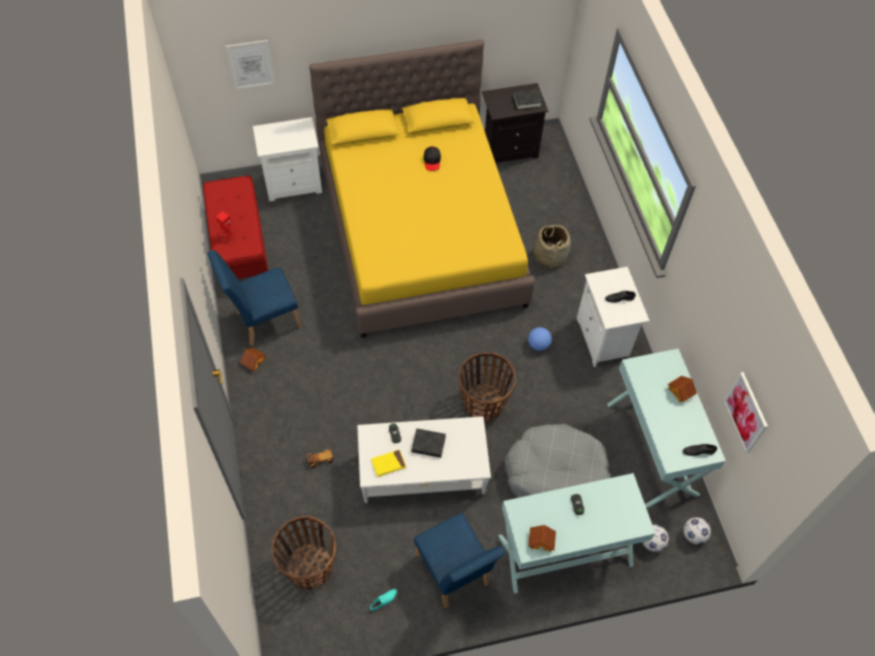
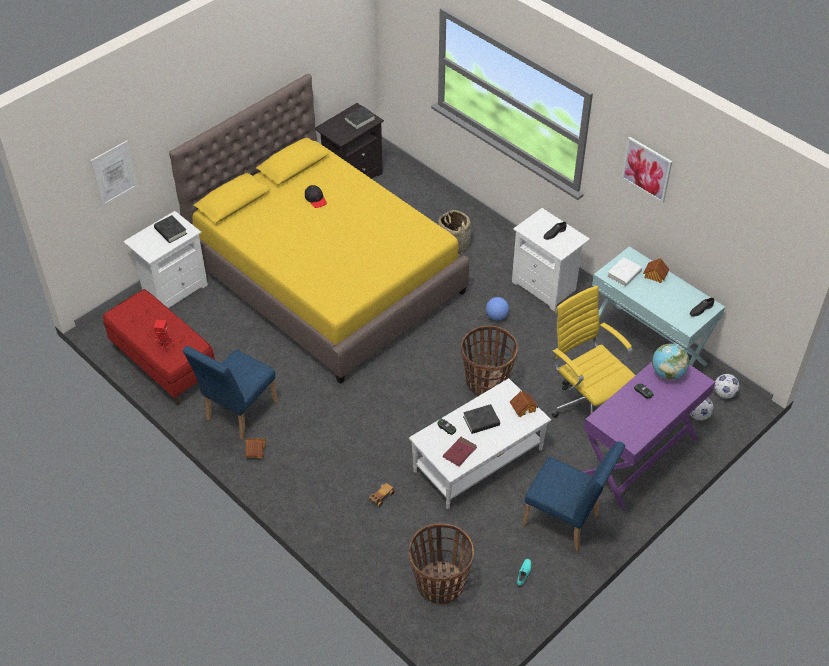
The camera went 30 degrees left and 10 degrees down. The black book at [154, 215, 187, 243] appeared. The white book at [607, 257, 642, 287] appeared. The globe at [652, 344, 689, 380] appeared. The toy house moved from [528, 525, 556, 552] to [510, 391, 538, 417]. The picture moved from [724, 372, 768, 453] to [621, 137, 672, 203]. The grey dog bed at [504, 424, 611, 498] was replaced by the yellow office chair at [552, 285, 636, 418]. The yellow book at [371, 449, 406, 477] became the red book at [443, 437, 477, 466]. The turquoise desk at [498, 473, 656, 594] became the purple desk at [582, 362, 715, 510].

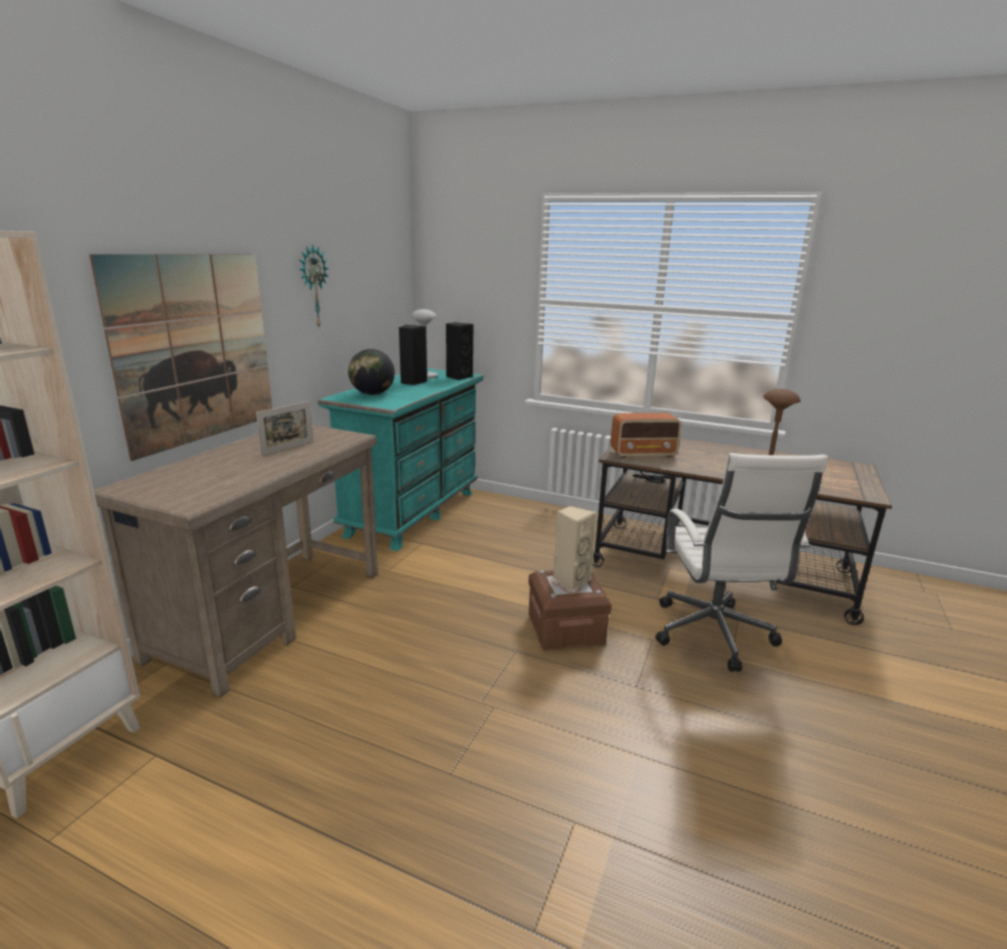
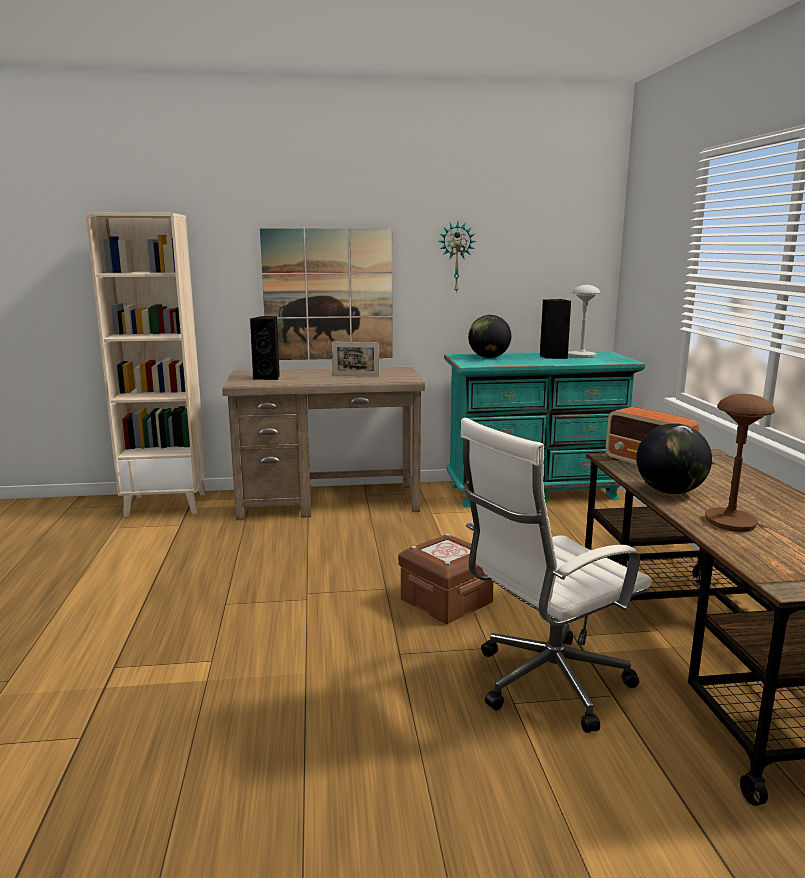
The camera went 60 degrees right and 5 degrees down. The beige speaker at [553, 505, 597, 592] disappeared. The globe at [636, 423, 712, 494] appeared. The black speaker moved from [446, 322, 473, 380] to [250, 316, 280, 380].

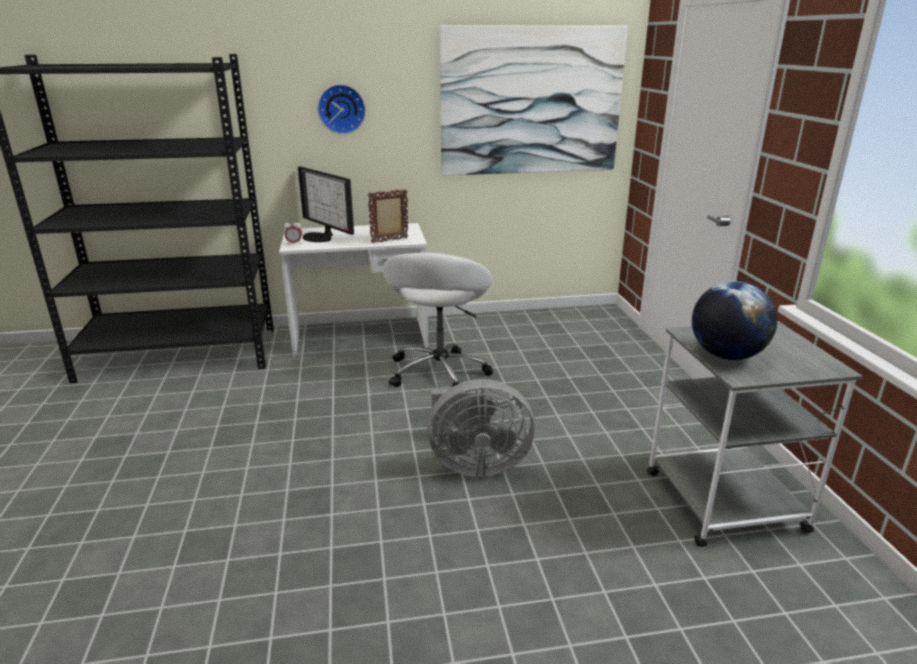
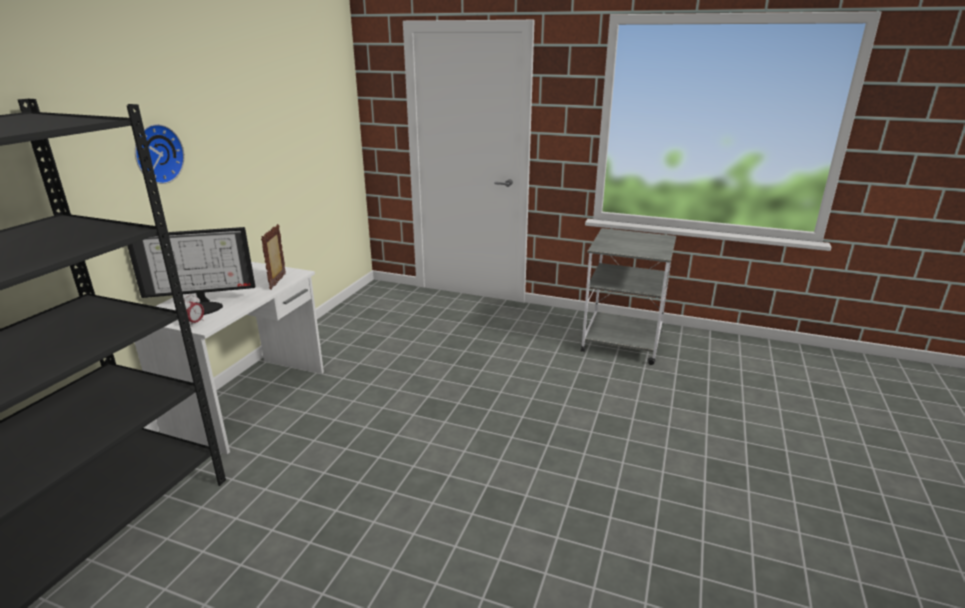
The camera went 60 degrees left and 0 degrees up. The white office chair at [384, 253, 493, 387] disappeared. The grey fan at [427, 379, 535, 477] disappeared. The picture at [440, 25, 628, 176] disappeared. The globe at [692, 281, 777, 360] disappeared.

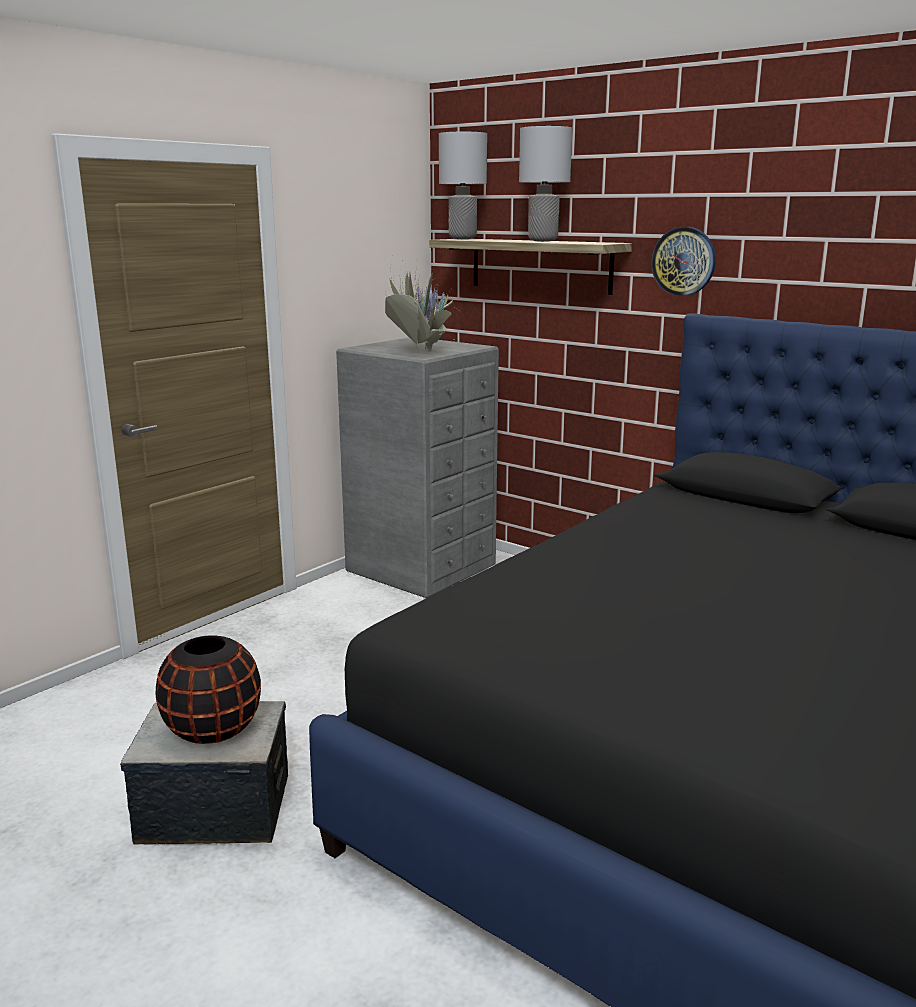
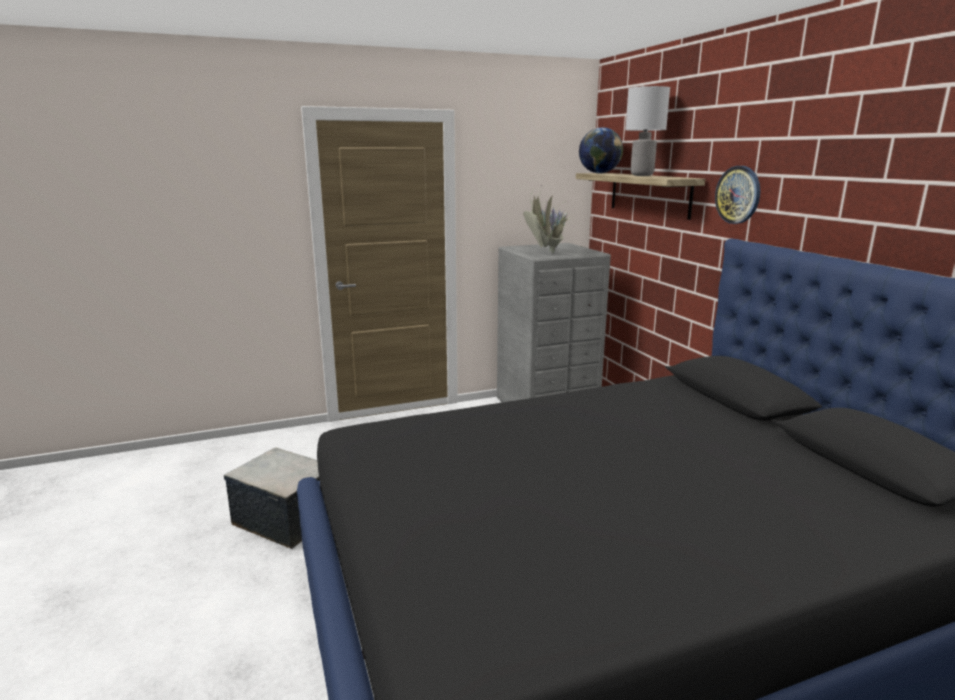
The camera went 30 degrees right and 0 degrees up. The black vase at [156, 635, 261, 744] disappeared. The grey table lamp at [439, 132, 487, 239] was replaced by the globe at [579, 127, 623, 173].

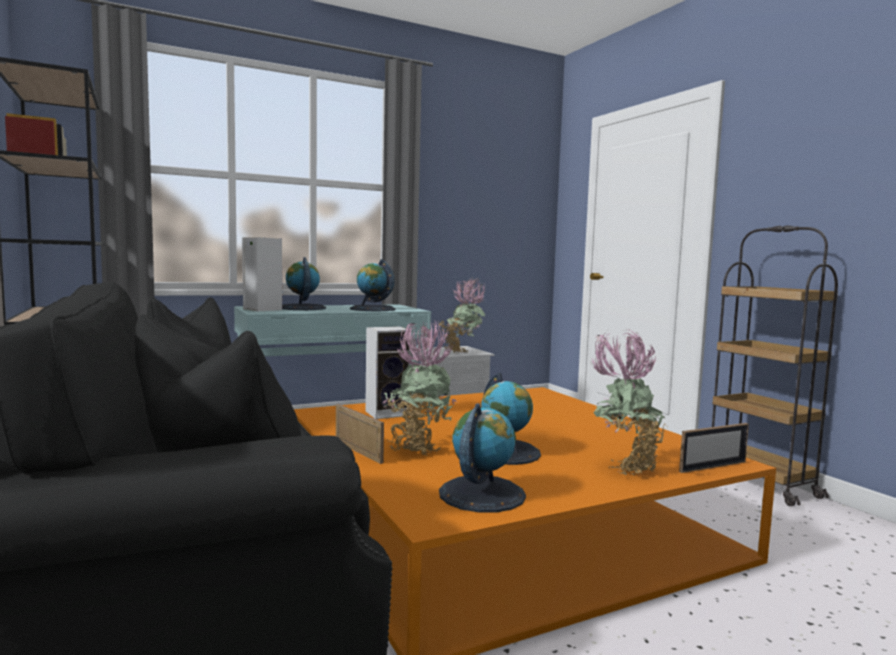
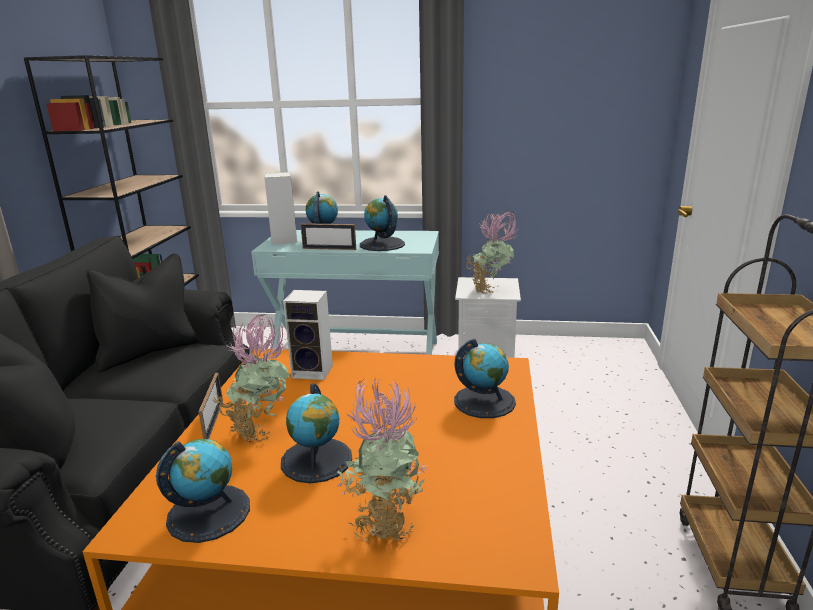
The camera went 35 degrees right and 15 degrees up. The globe at [454, 339, 516, 418] appeared. The picture frame moved from [679, 423, 749, 473] to [301, 223, 356, 250].

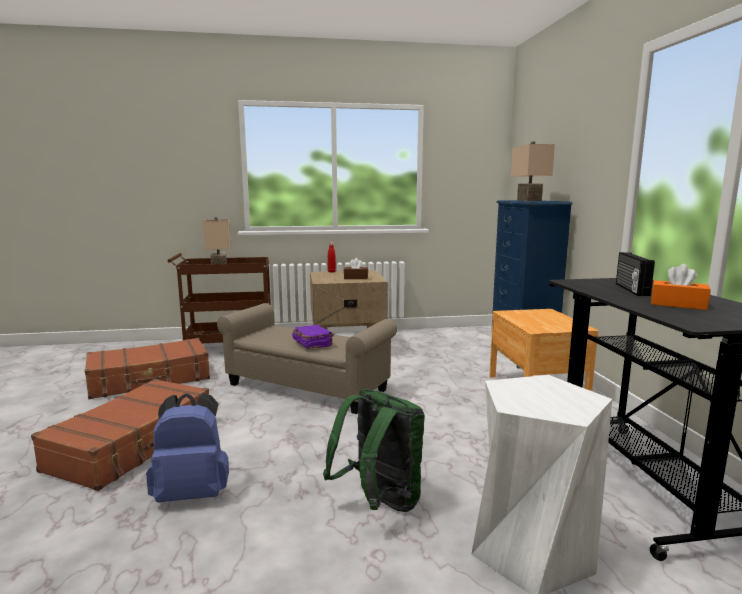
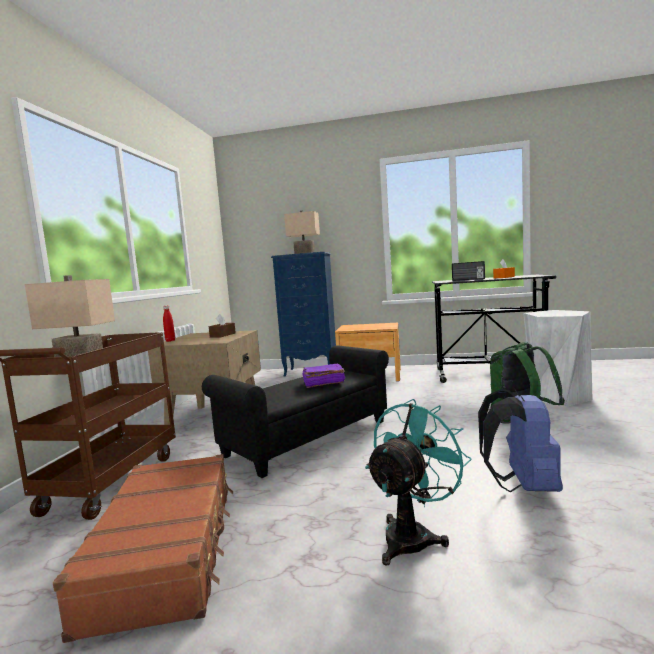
The camera went 70 degrees left and 5 degrees down. The brown suitcase at [31, 379, 209, 491] was replaced by the turquoise fan at [365, 399, 472, 566]. The beige ottoman at [217, 303, 397, 414] became the black ottoman at [202, 345, 389, 478].

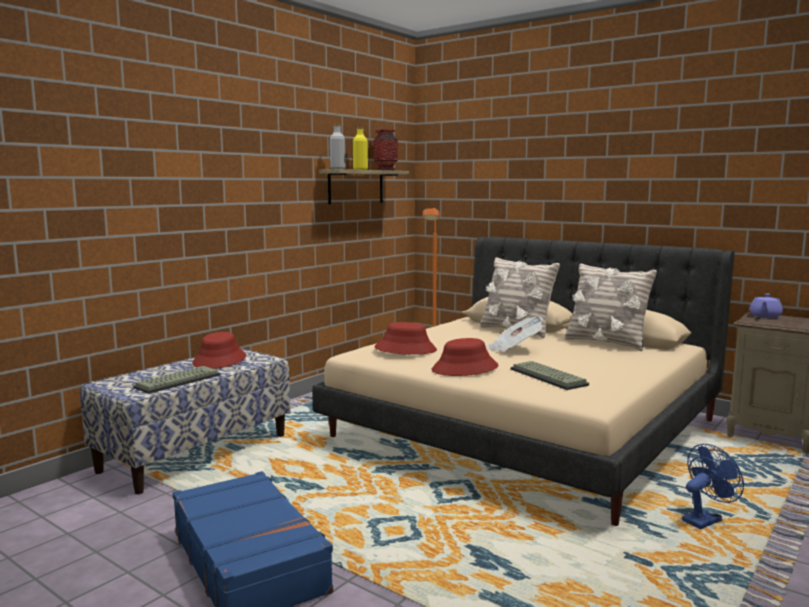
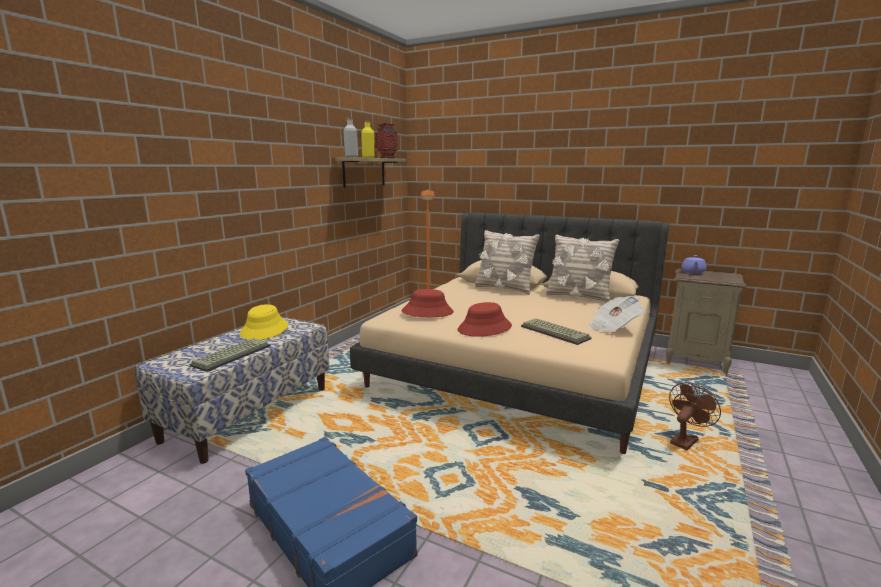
The camera went 10 degrees left and 5 degrees up. The newspaper moved from [486, 317, 543, 352] to [587, 296, 644, 333]. The red hat at [192, 332, 246, 369] became the yellow hat at [240, 304, 288, 340]. The blue fan at [682, 444, 744, 529] became the brown fan at [669, 382, 721, 450].

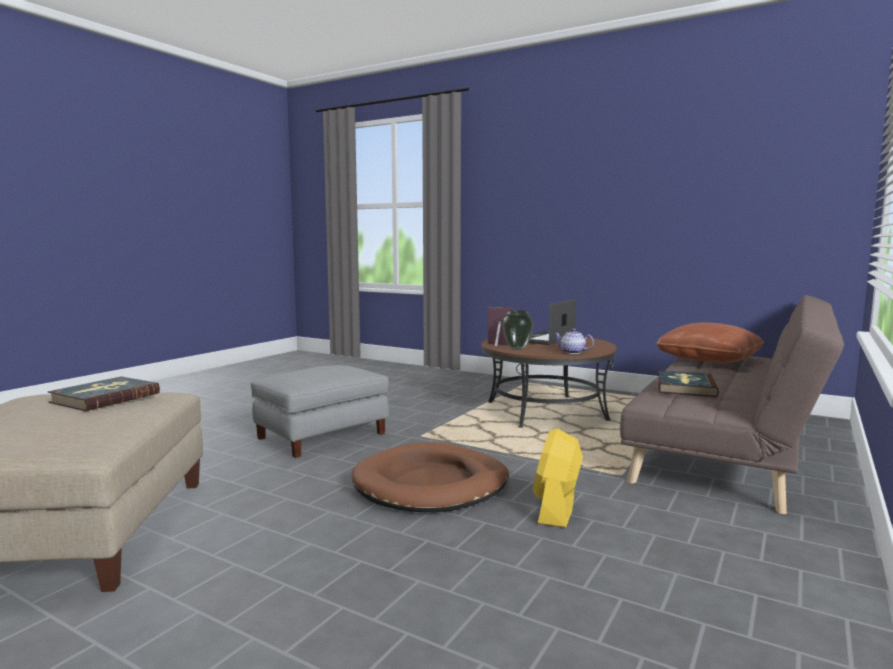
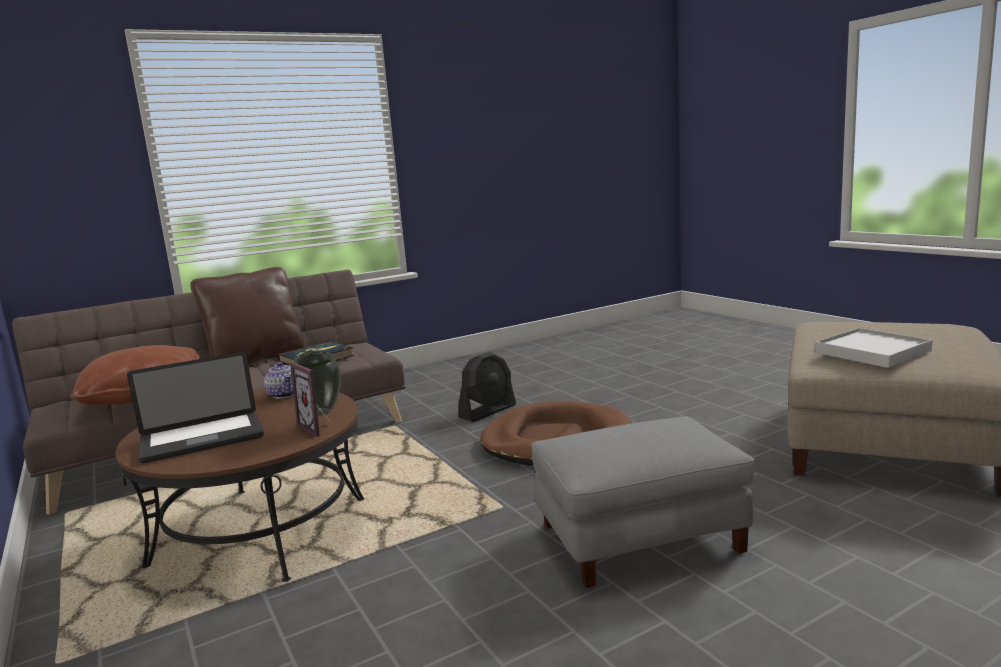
The camera went 150 degrees left and 5 degrees up. The brown pillow at [190, 267, 305, 364] appeared. The book at [48, 376, 160, 411] was replaced by the white tray at [815, 328, 933, 368]. The yellow fan at [533, 429, 583, 528] became the black fan at [458, 352, 516, 422].

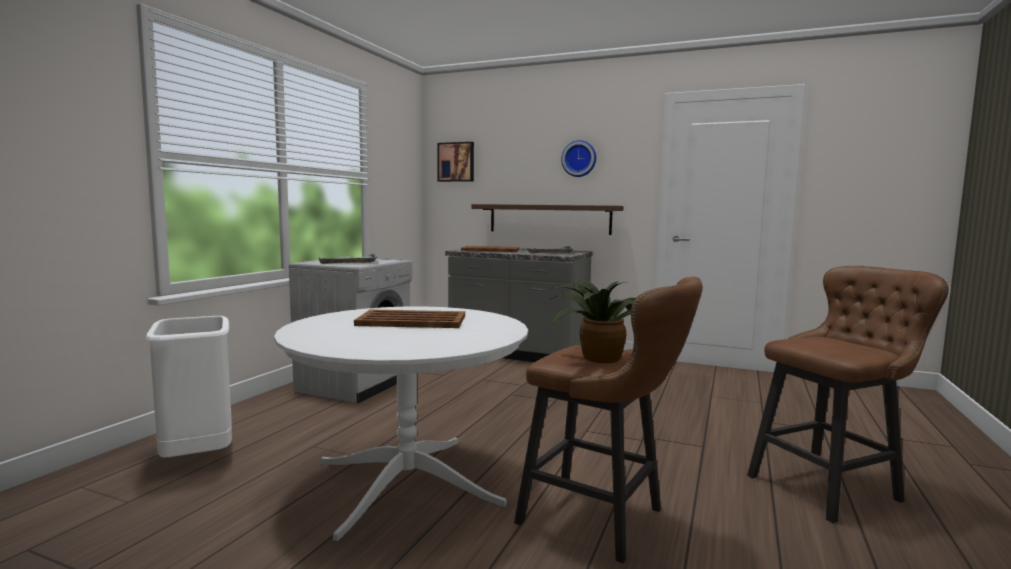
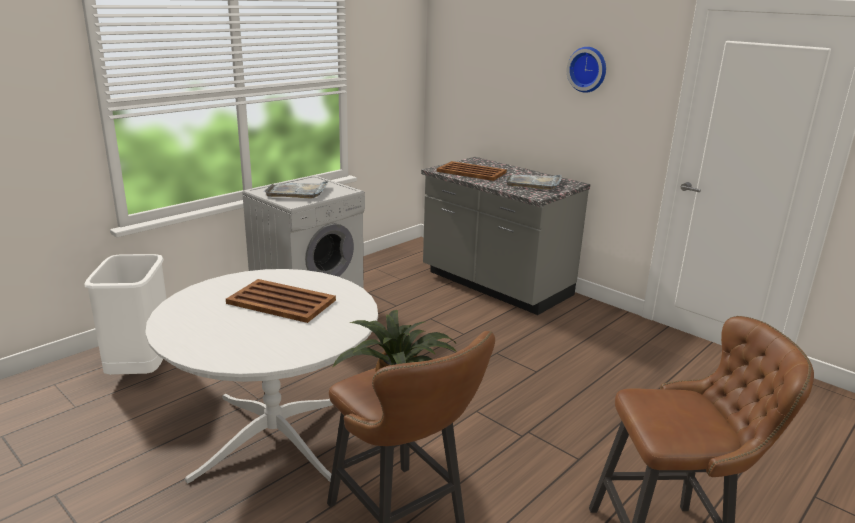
The camera went 20 degrees right and 15 degrees up. The picture at [438, 142, 474, 182] disappeared. The shelf at [471, 204, 624, 235] disappeared.

